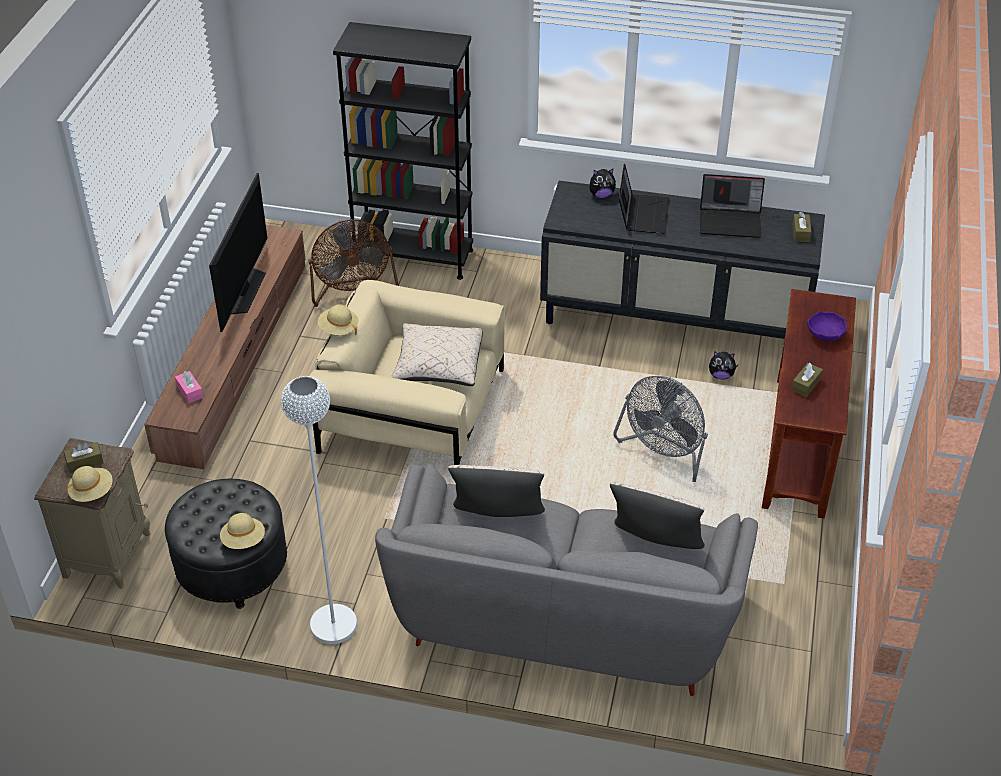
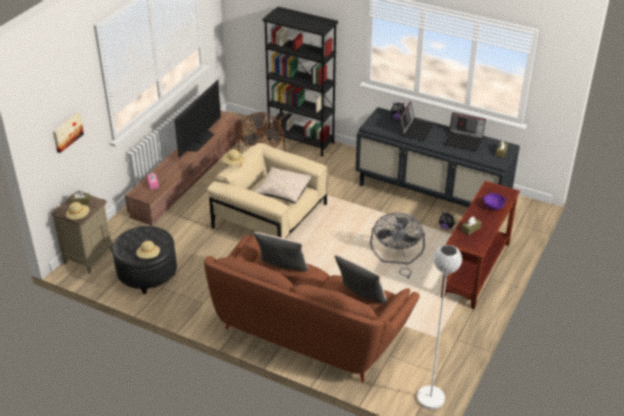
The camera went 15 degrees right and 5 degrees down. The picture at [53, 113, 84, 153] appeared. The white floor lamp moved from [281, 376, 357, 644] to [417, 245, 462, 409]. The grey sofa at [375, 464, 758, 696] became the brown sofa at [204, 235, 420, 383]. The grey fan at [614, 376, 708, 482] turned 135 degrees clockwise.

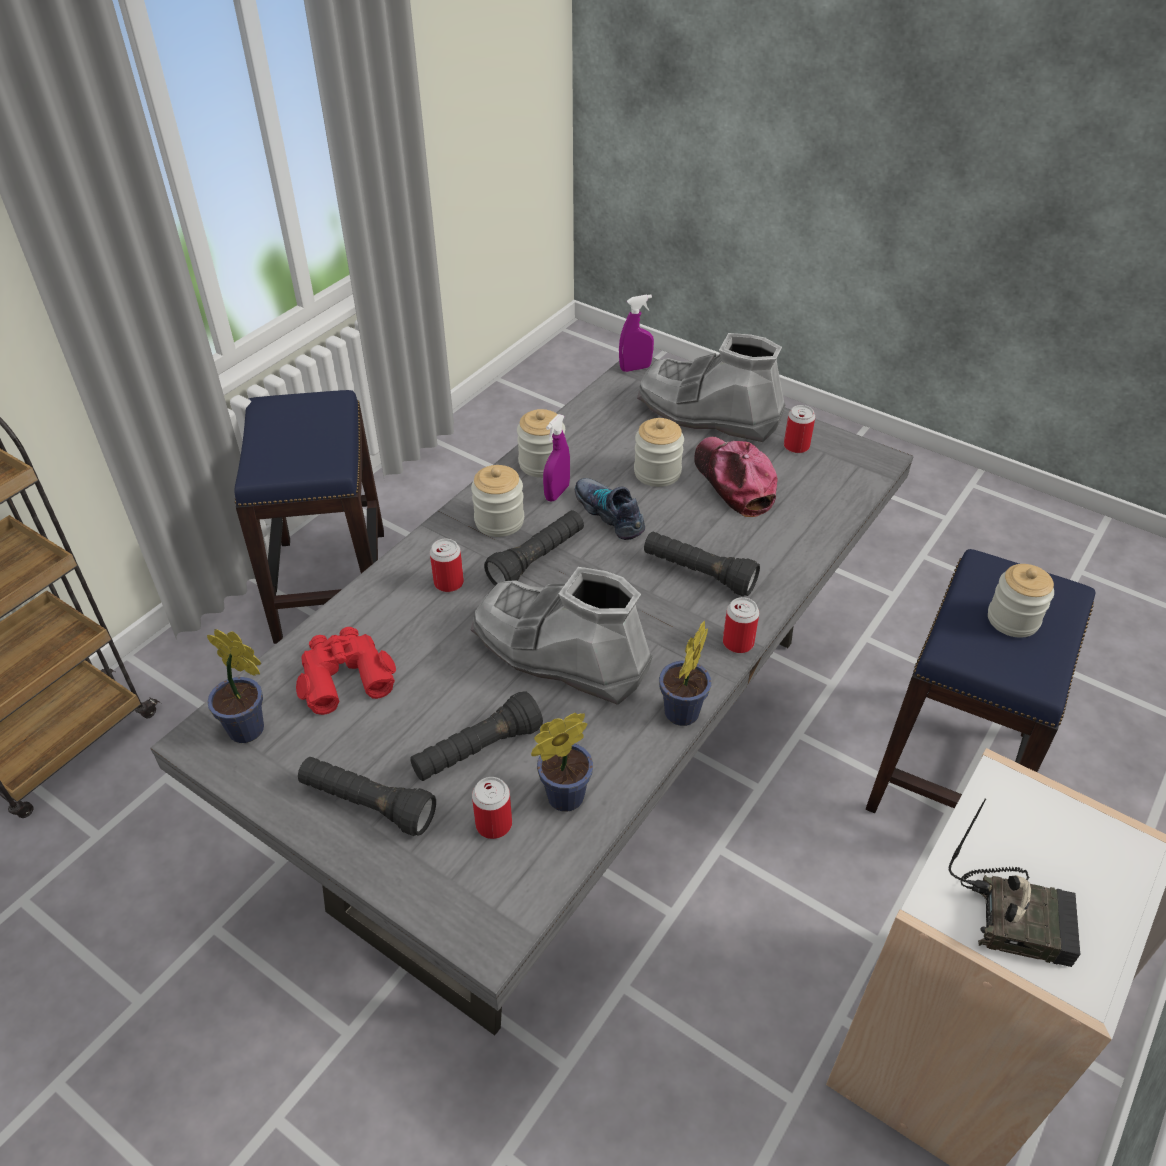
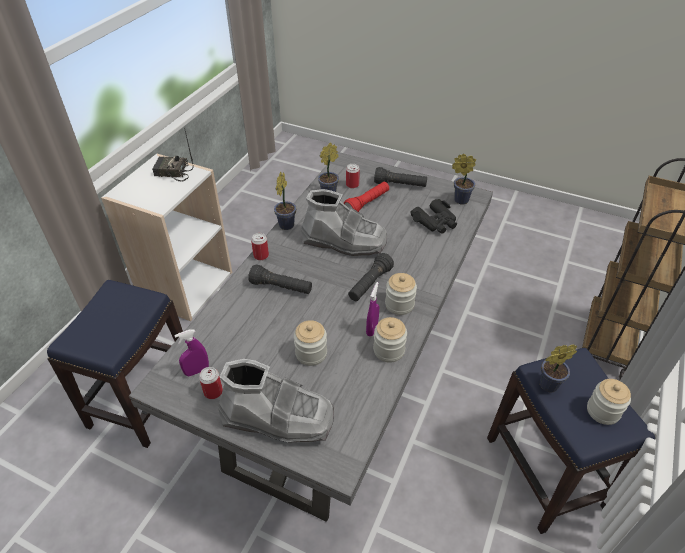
The camera went 170 degrees right and 0 degrees up. The can at [430, 539, 464, 592] disappeared. The shoe at [575, 478, 645, 540] disappeared. The cap at [694, 437, 778, 517] disappeared. The potted plant at [540, 345, 577, 392] appeared. The purple spray bottle moved from [619, 294, 654, 372] to [174, 329, 209, 376]. The jar moved from [988, 564, 1054, 638] to [587, 379, 631, 425]. The red binoculars at [296, 627, 396, 715] became the black binoculars at [410, 199, 457, 234]. The black flashlight at [410, 691, 543, 781] became the red flashlight at [344, 182, 389, 212].

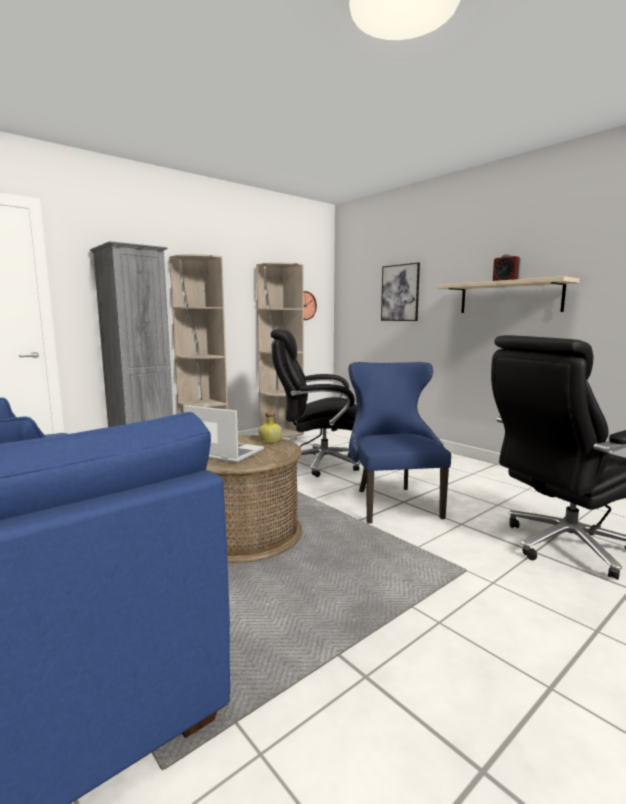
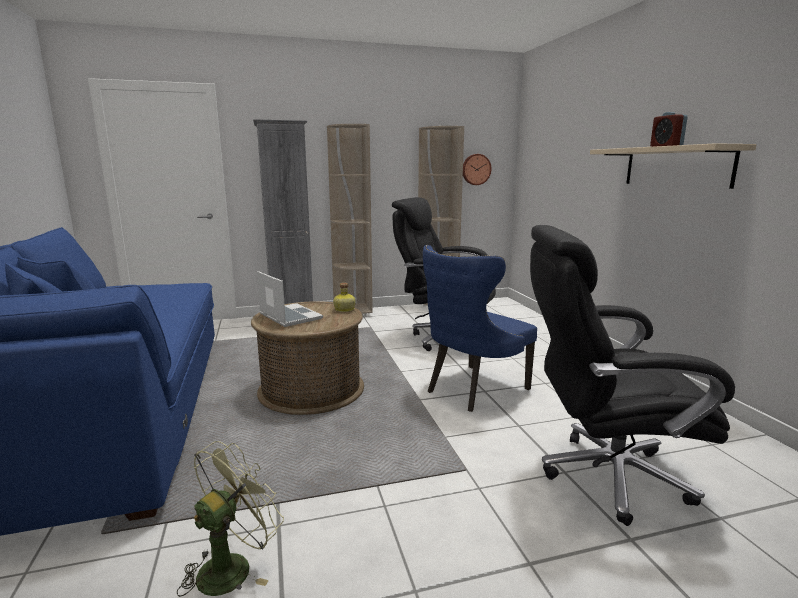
The camera went 25 degrees right and 5 degrees up. The picture at [381, 262, 420, 321] disappeared. The green fan at [177, 441, 284, 597] appeared. The blue chair at [349, 362, 451, 524] turned 150 degrees counterclockwise.

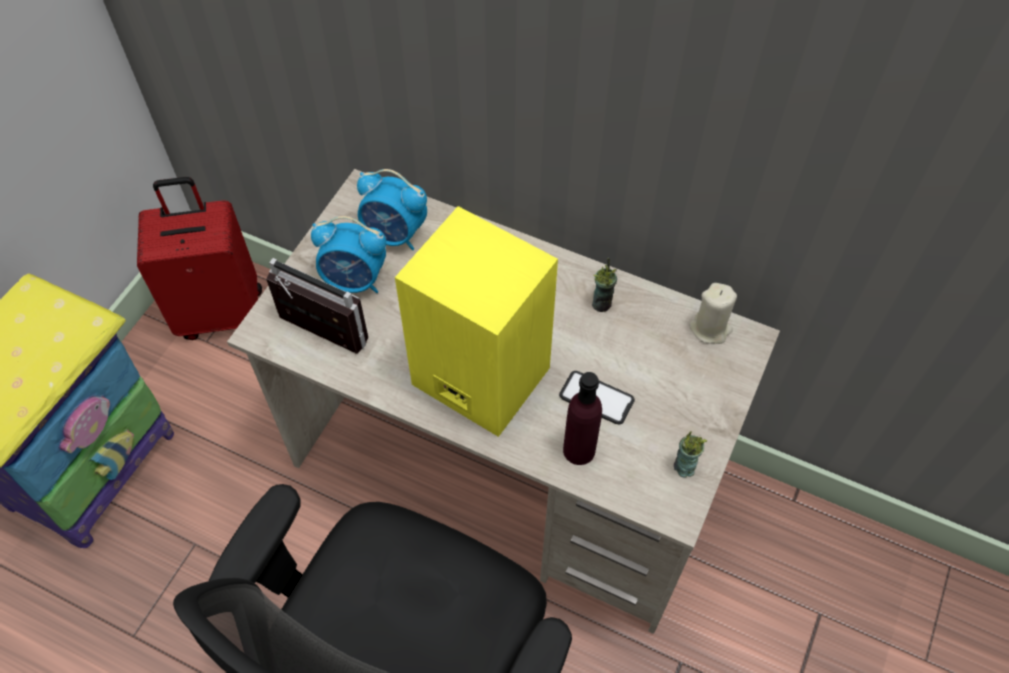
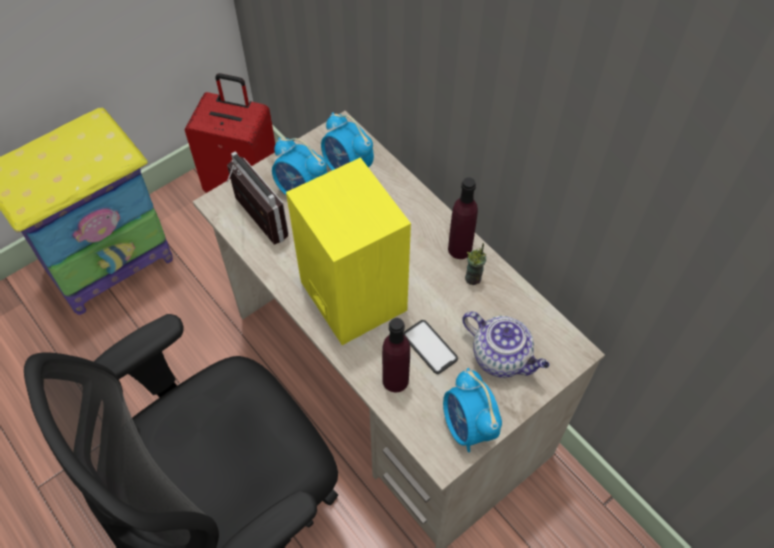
The camera went 25 degrees right and 0 degrees up. The beige candle at [689, 283, 737, 344] disappeared. The purple bottle at [448, 177, 478, 259] appeared. The teapot at [462, 312, 549, 378] appeared. The cup at [674, 431, 707, 478] was replaced by the alarm clock at [443, 368, 502, 452].

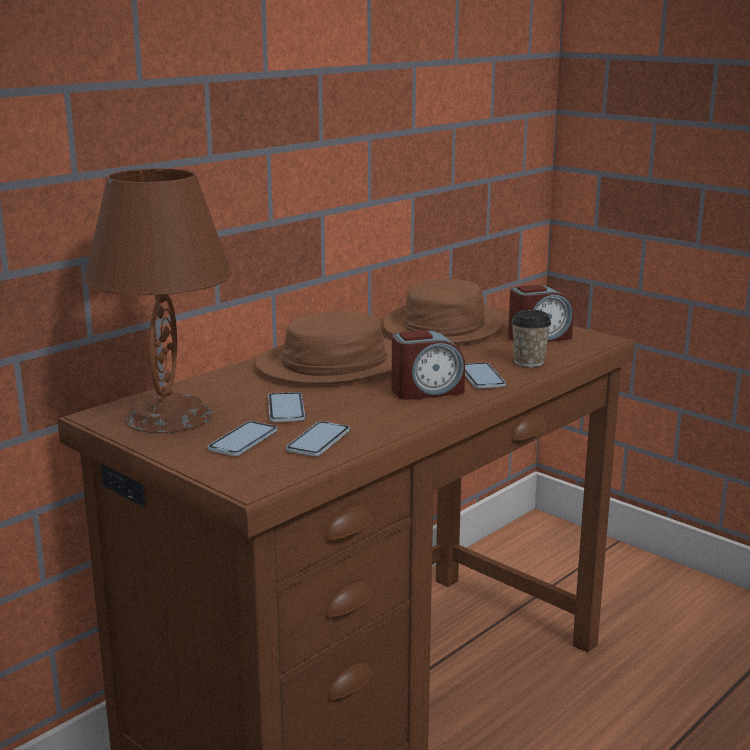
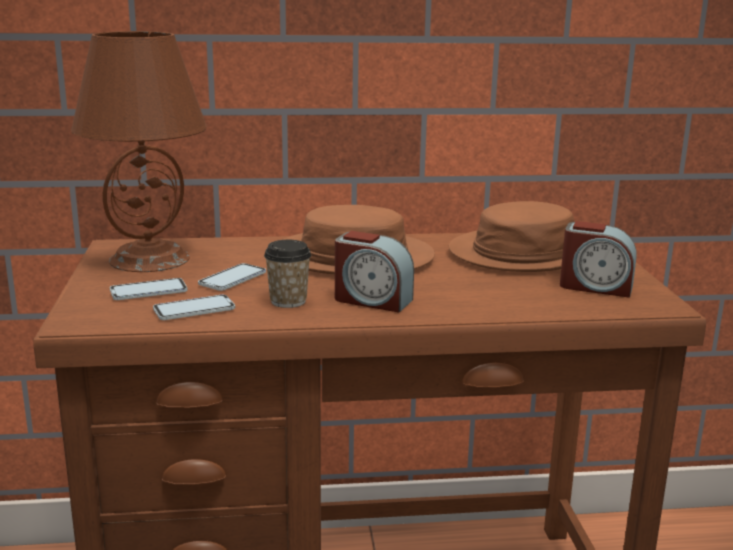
The camera went 40 degrees right and 0 degrees up. The phone at [465, 362, 506, 389] disappeared. The cup moved from [511, 310, 551, 367] to [264, 240, 311, 308].

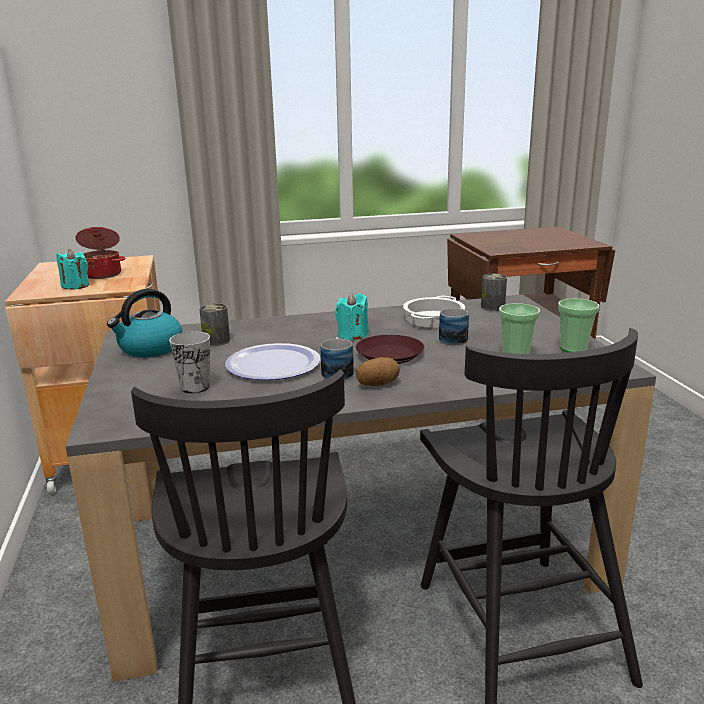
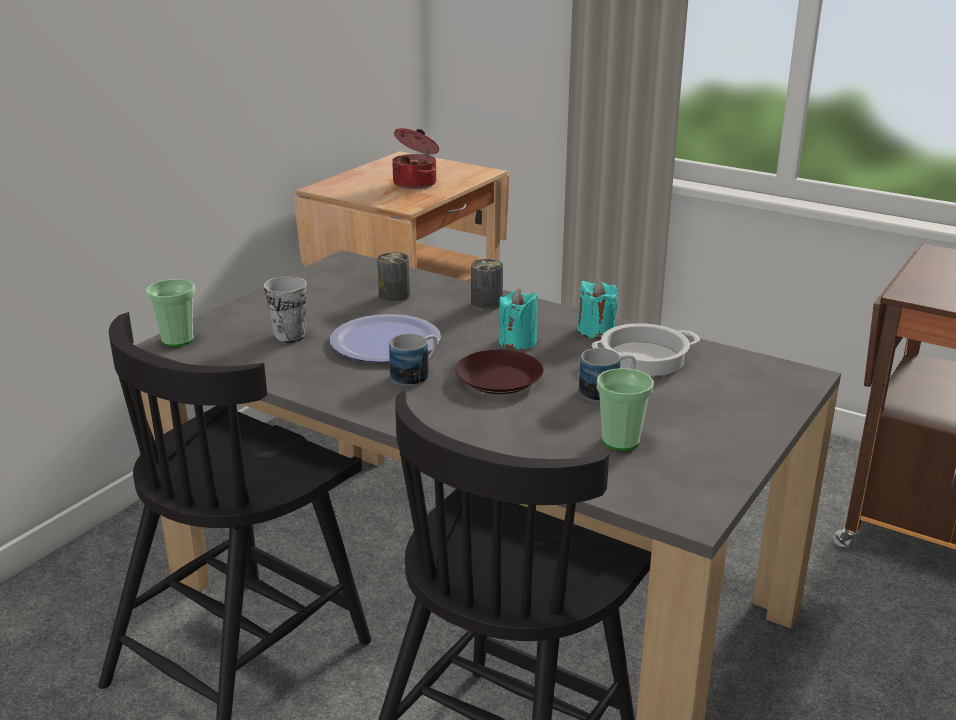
The camera went 45 degrees right and 5 degrees up. The kettle at [107, 289, 183, 357] disappeared. The potato at [356, 357, 400, 386] disappeared. The turquoise candle moved from [56, 249, 89, 290] to [577, 280, 617, 339]. The can moved from [481, 274, 507, 311] to [471, 259, 503, 311]. The cup moved from [558, 298, 599, 353] to [146, 279, 195, 347].

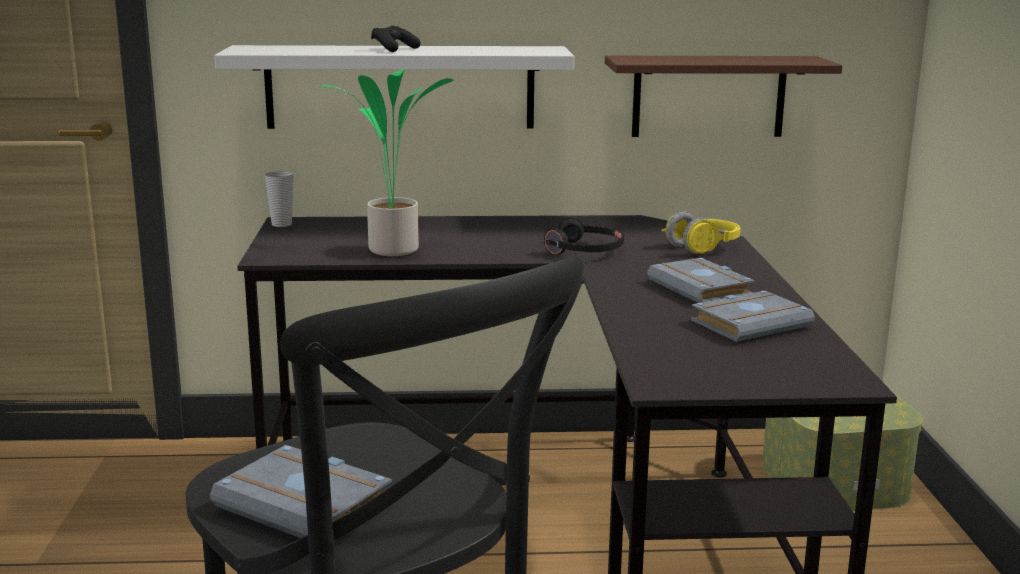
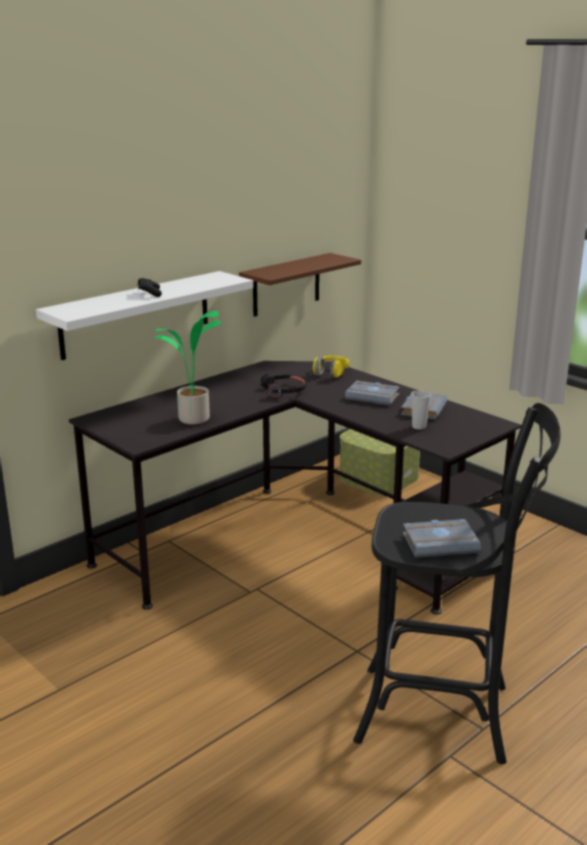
The camera went 40 degrees left and 5 degrees up. The cup moved from [265, 171, 293, 227] to [411, 391, 431, 430].

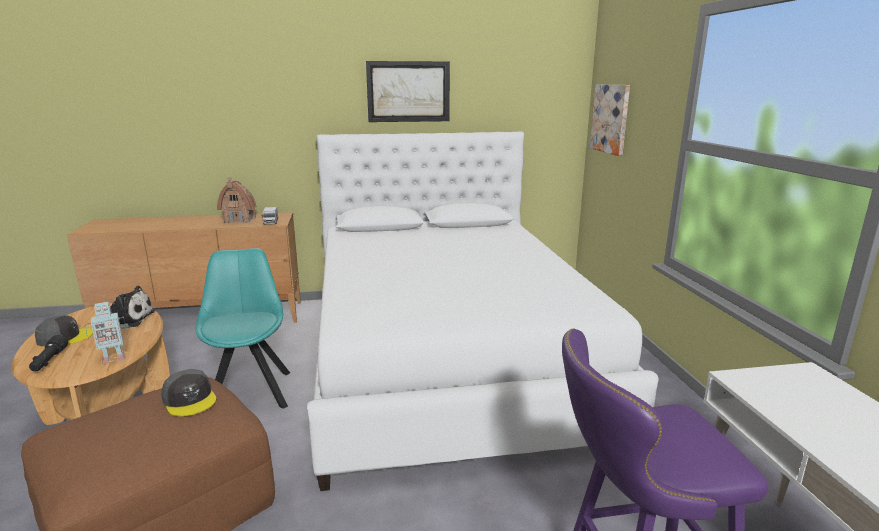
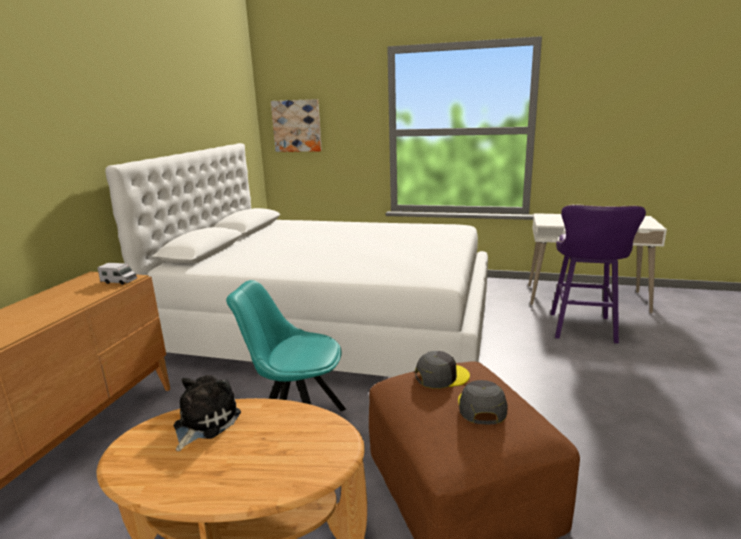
The camera went 65 degrees left and 0 degrees up. The black flashlight at [29, 335, 68, 371] disappeared. The toy robot at [85, 302, 128, 365] disappeared. The toy house at [217, 177, 257, 223] disappeared. The picture at [366, 61, 450, 122] disappeared. The grey cap moved from [35, 315, 93, 347] to [458, 380, 508, 424].

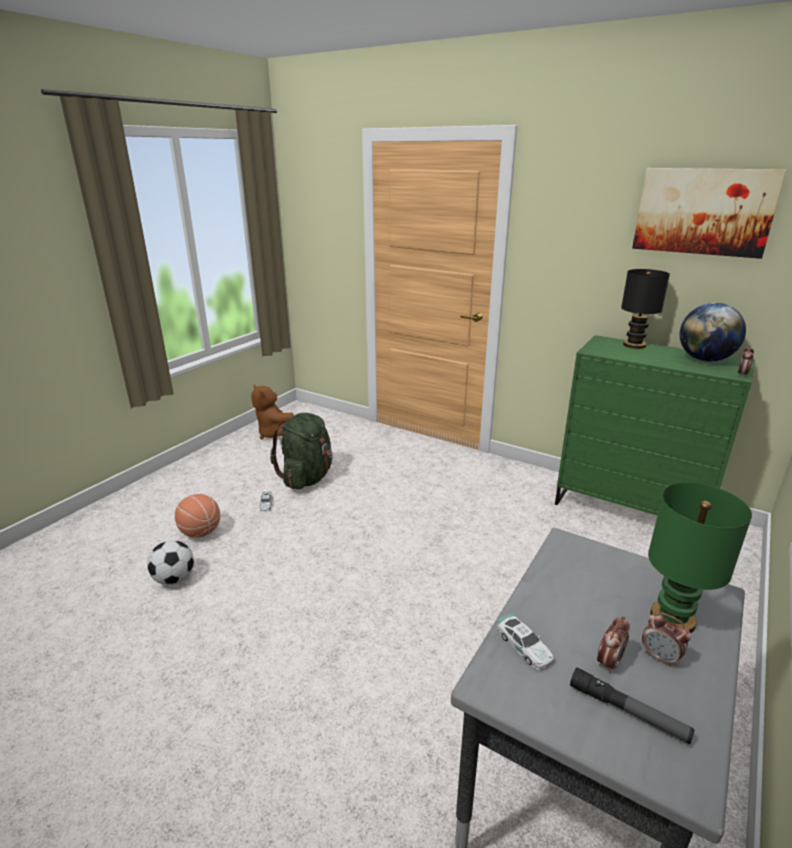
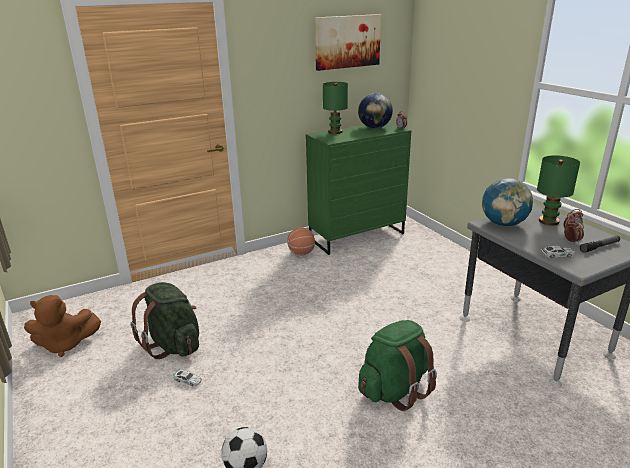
The camera went 60 degrees left and 0 degrees up. The green backpack at [358, 320, 437, 411] appeared. The globe at [482, 178, 533, 226] appeared. The basketball moved from [175, 494, 220, 538] to [287, 228, 315, 255]. The black table lamp at [621, 269, 670, 349] became the green table lamp at [323, 82, 348, 134].

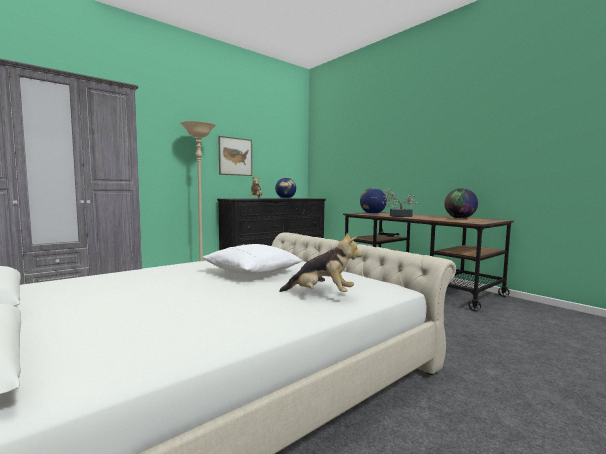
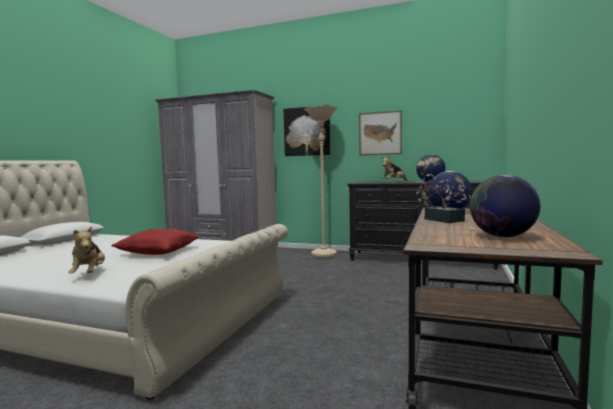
The camera went 60 degrees right and 0 degrees up. The picture at [283, 105, 330, 156] appeared. The white pillow at [202, 244, 302, 276] became the red pillow at [111, 229, 199, 255].

